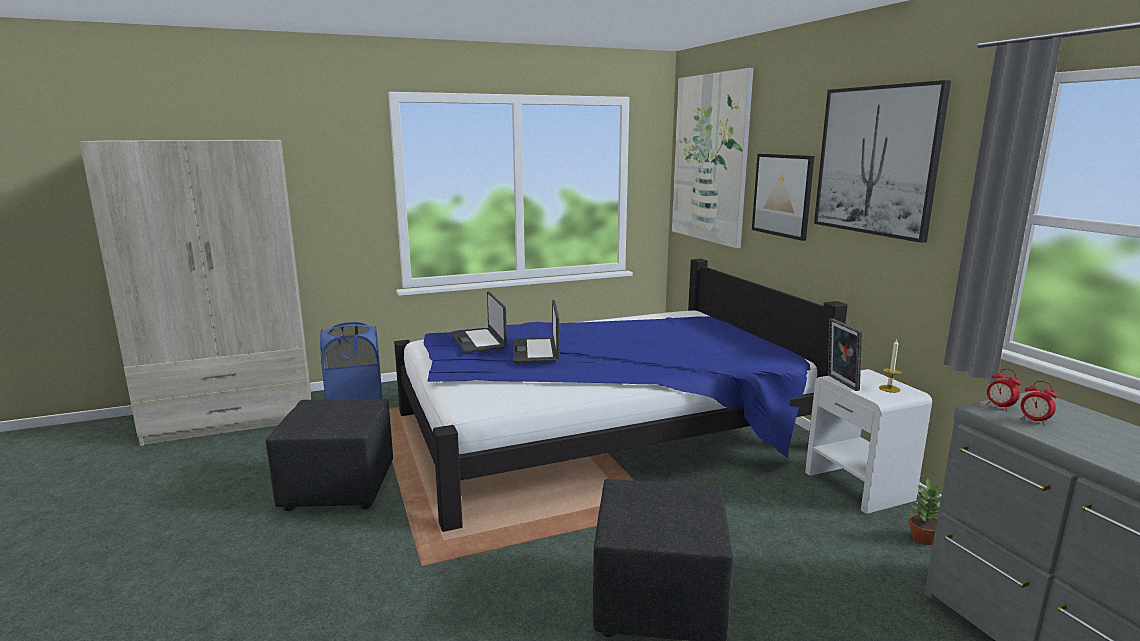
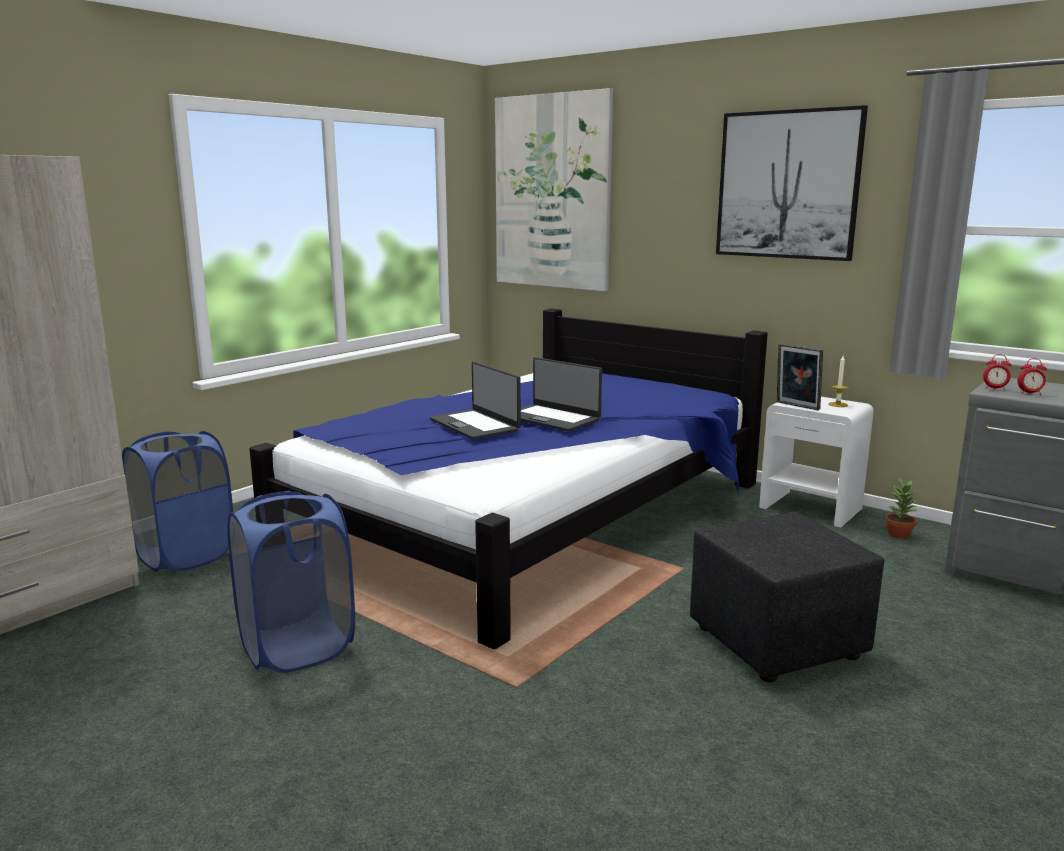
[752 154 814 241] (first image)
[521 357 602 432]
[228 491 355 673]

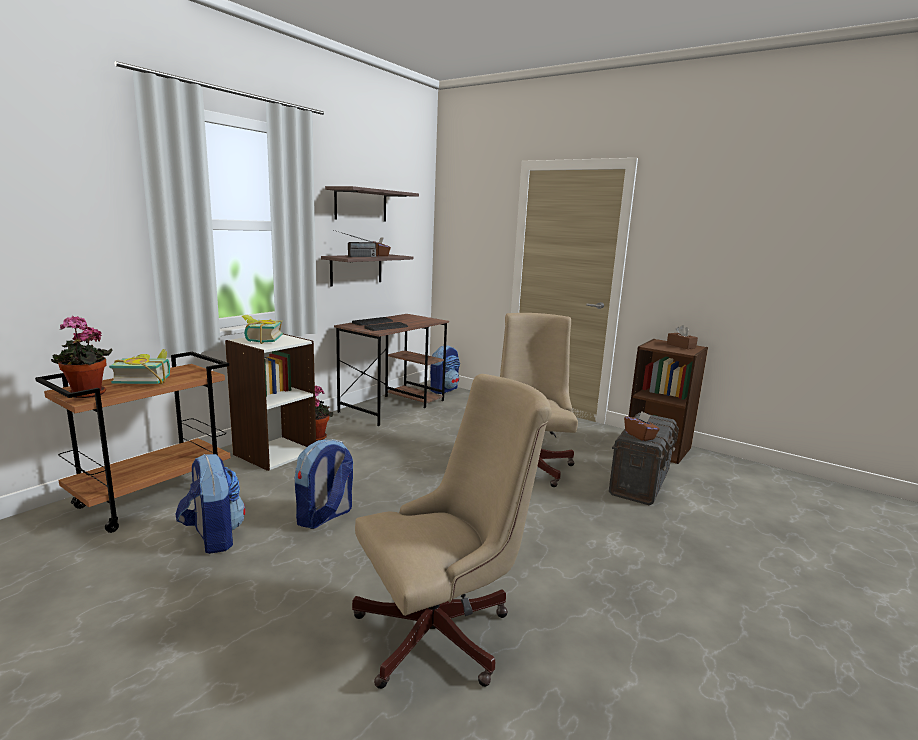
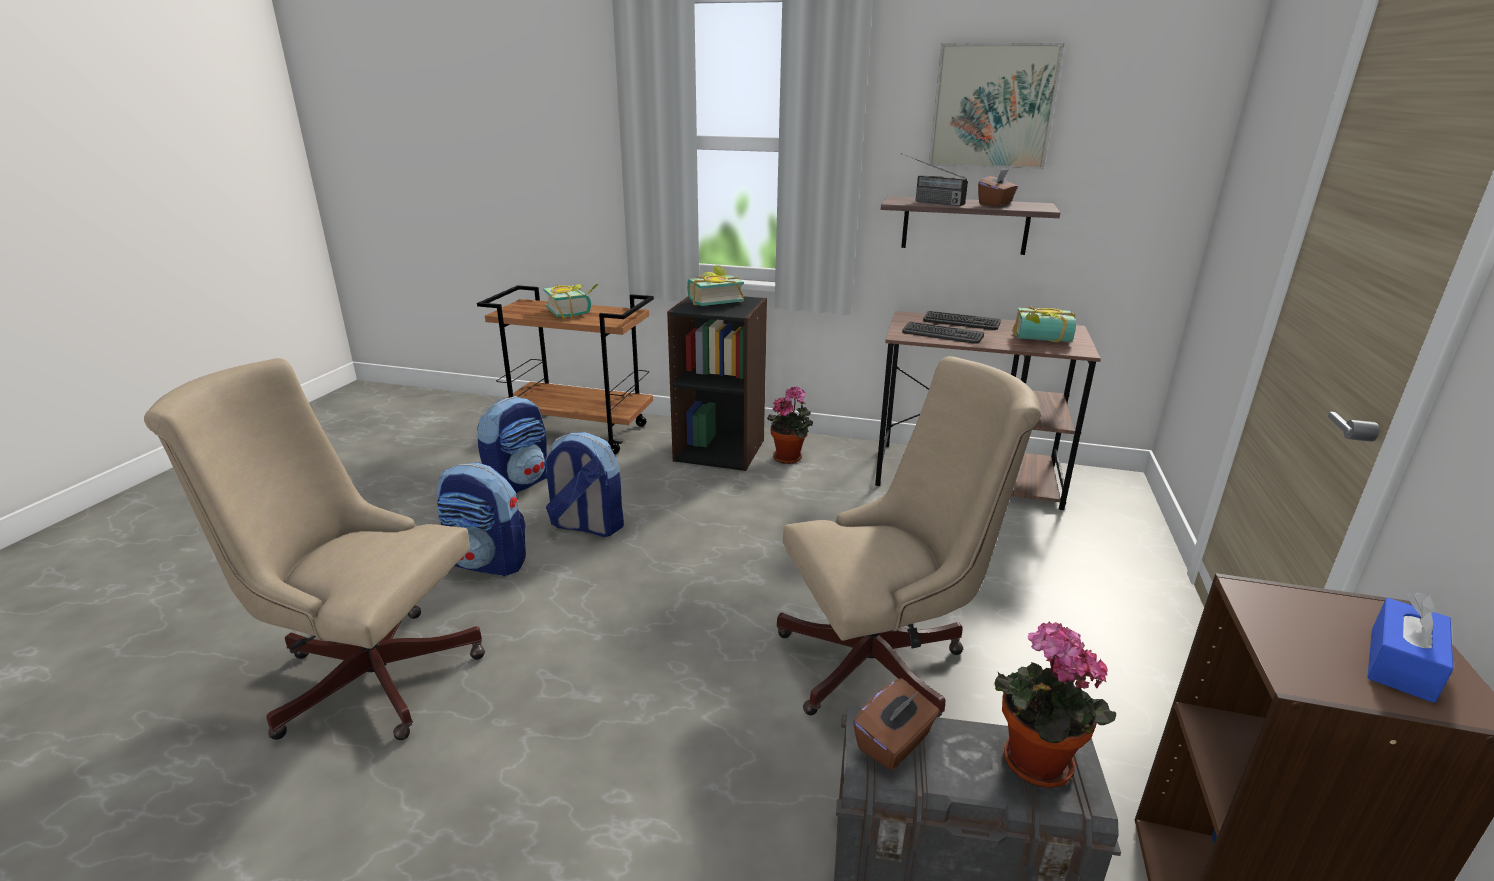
[1012 306 1076 343]
[994 621 1116 788]
[437 463 526 577]
[928 43 1065 170]
[667 296 767 471]
[1367 592 1453 703]
[144 358 485 740]

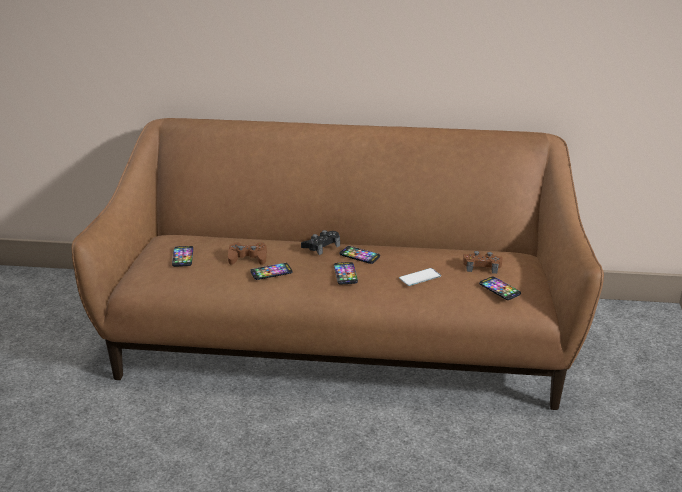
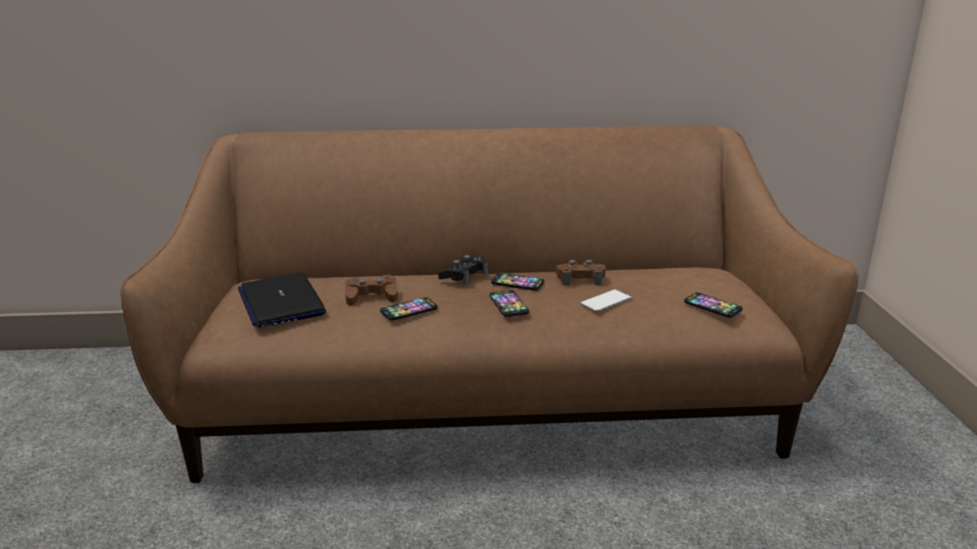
[555 260 606 286]
[238 272 326 328]

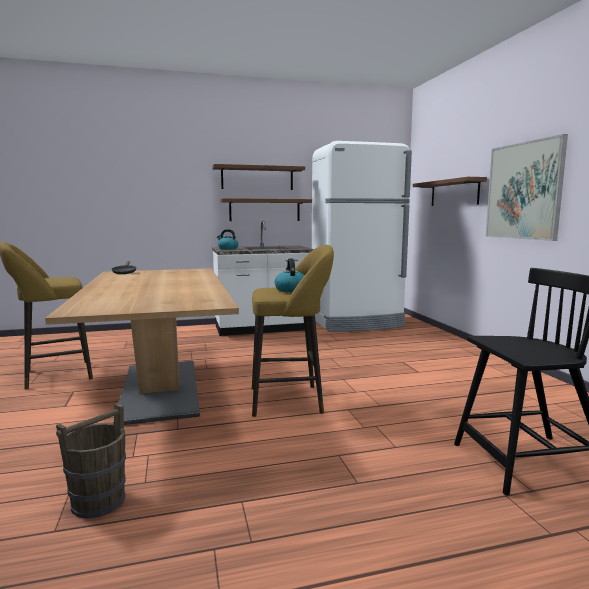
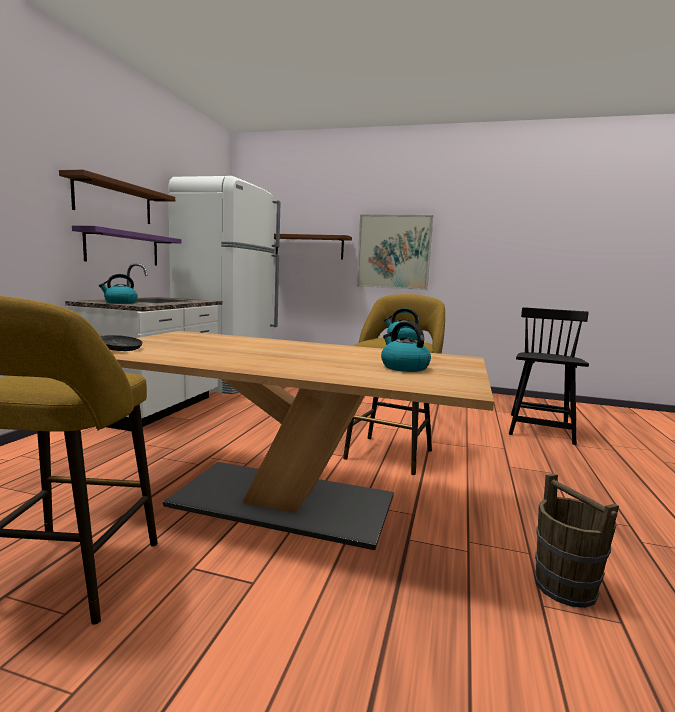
[381 321 431 372]
[72 225 182 265]

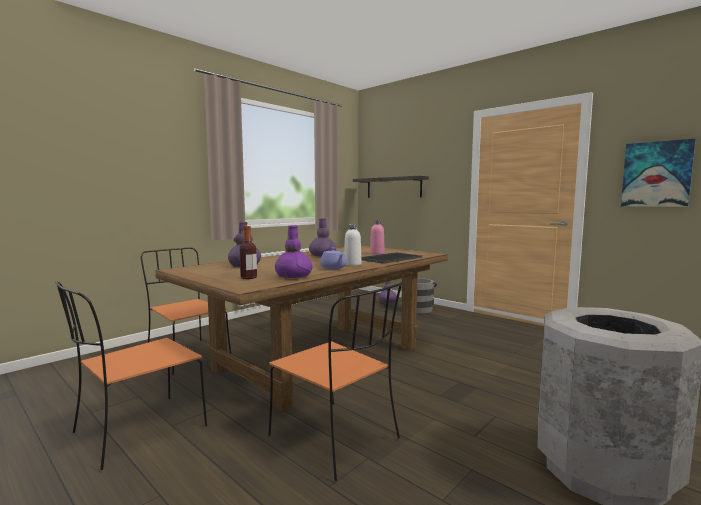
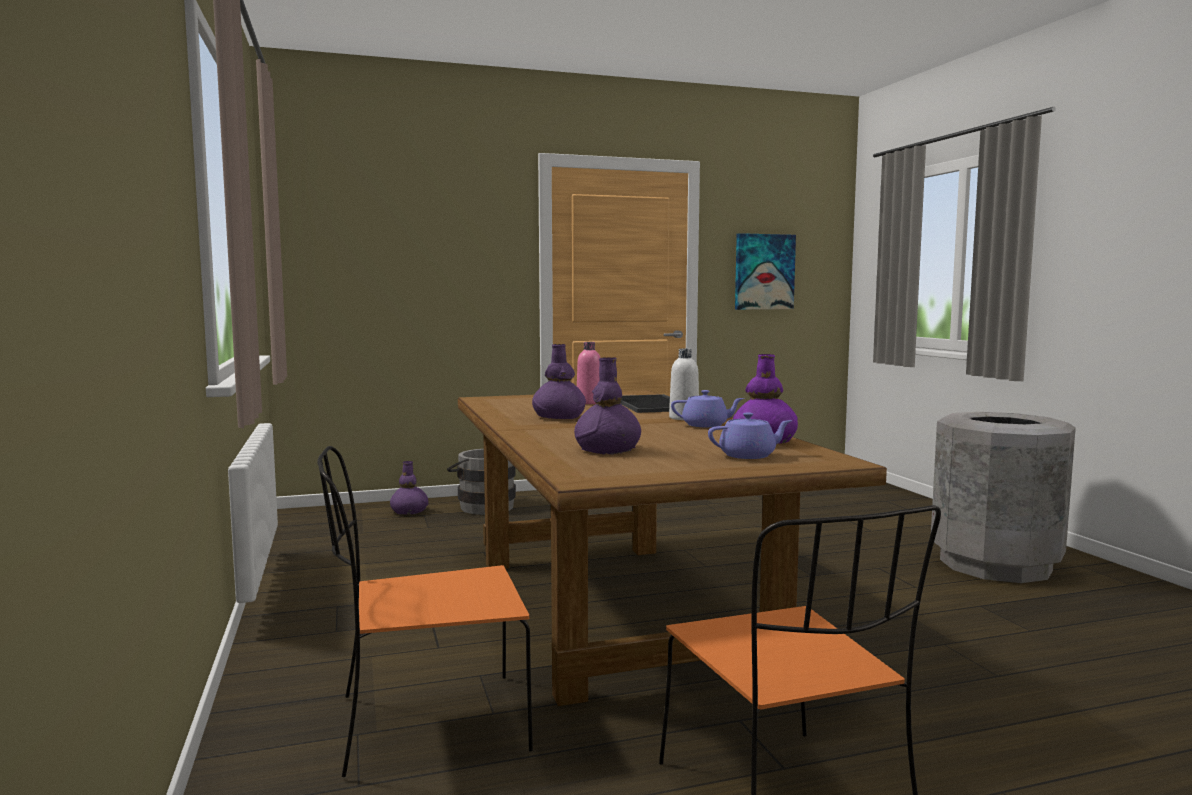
[268 283 401 481] (first image)
[353 176 429 198] (first image)
[708 412 792 459]

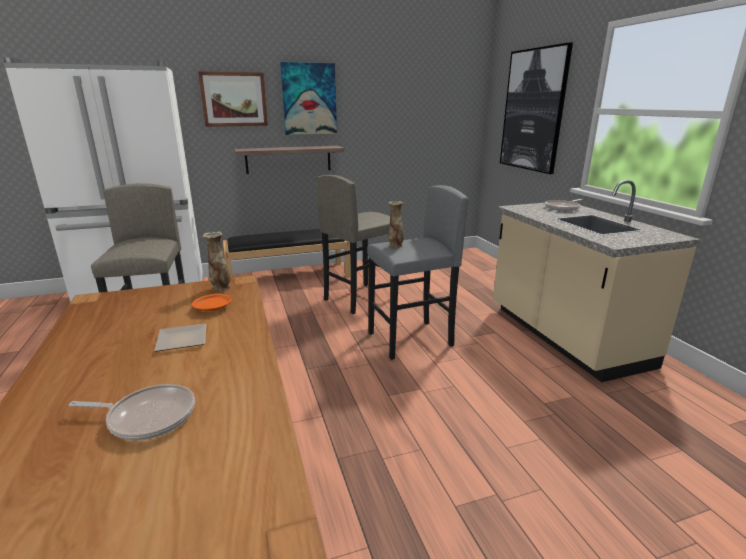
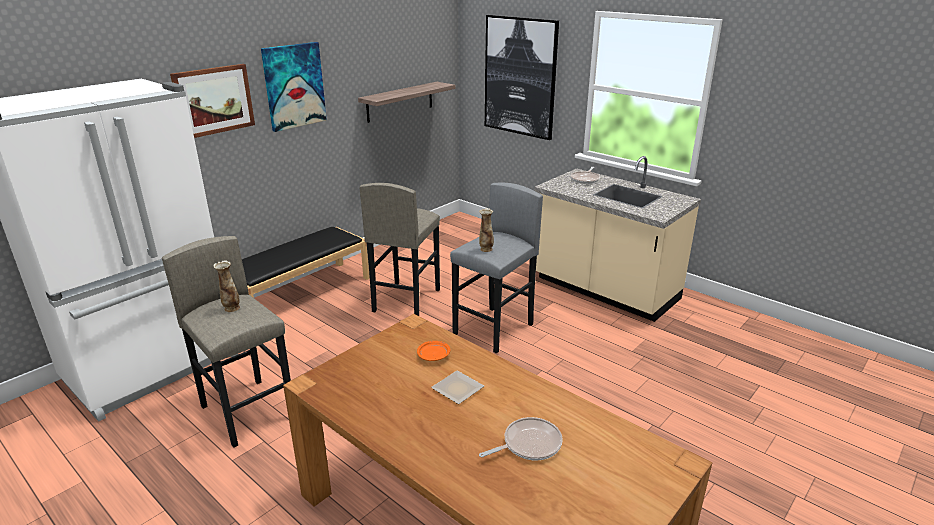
[213 260 240 312]
[358 82 455 123]

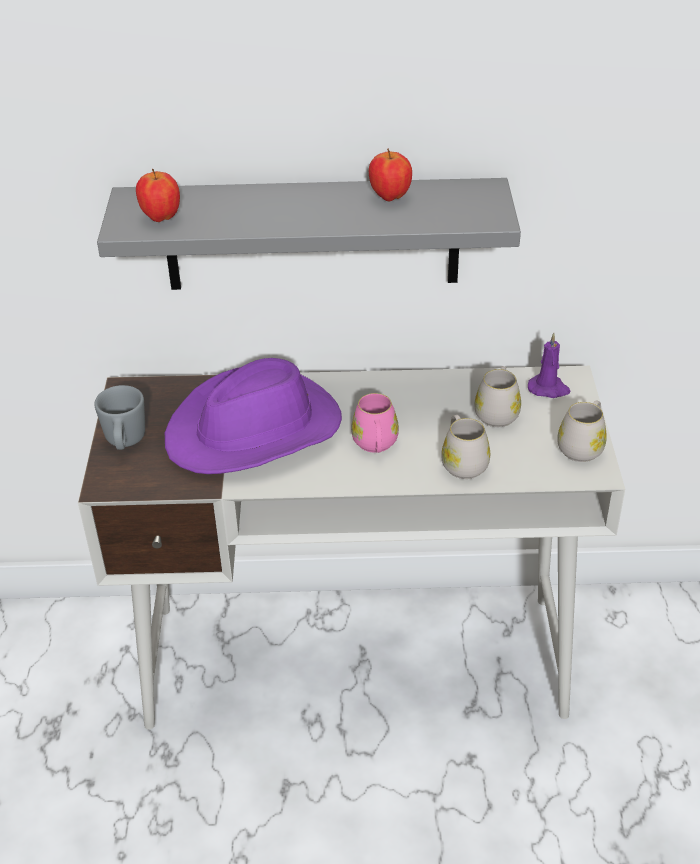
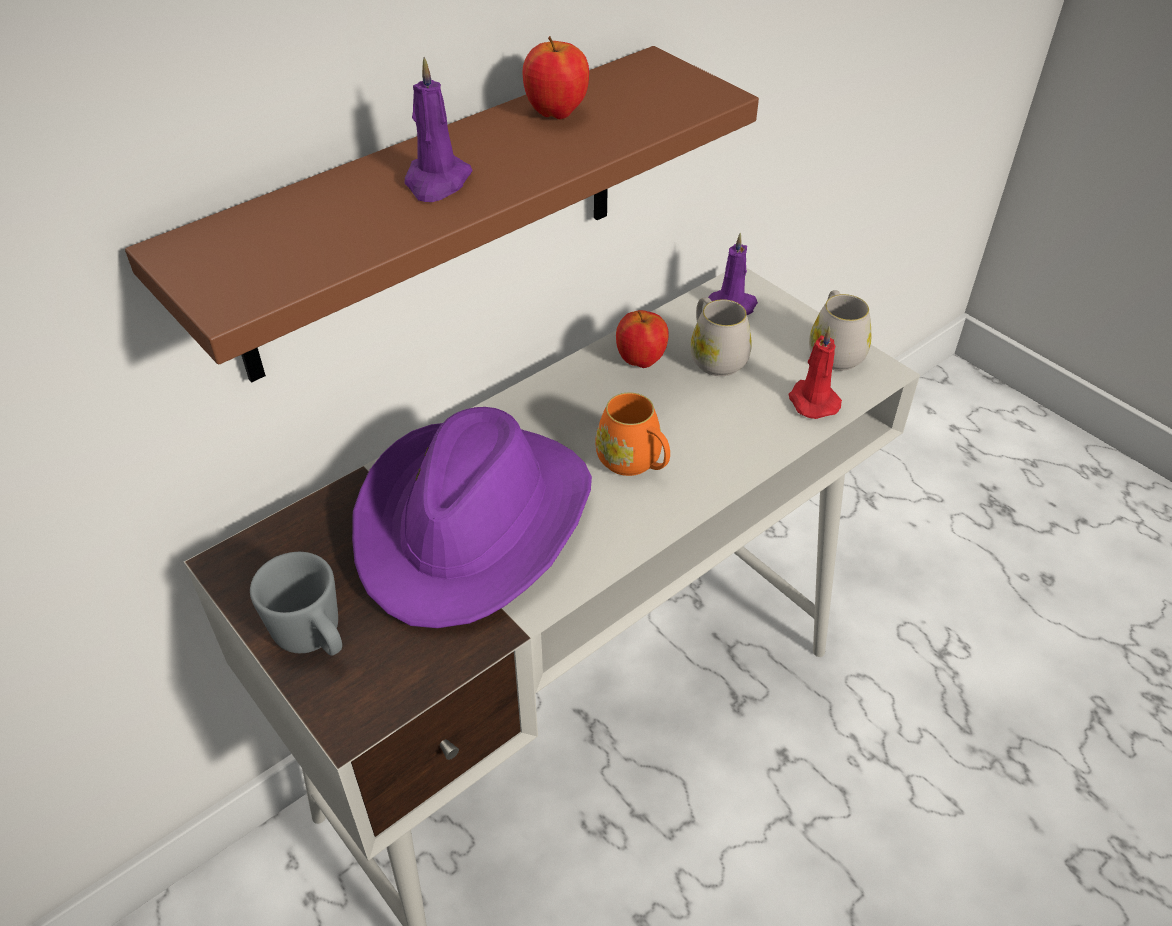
[441 415 490 479] (first image)
[405 57 473 202]
[789 326 842 419]
[616 310 669 368]
[125 46 759 382]
[595 392 670 476]

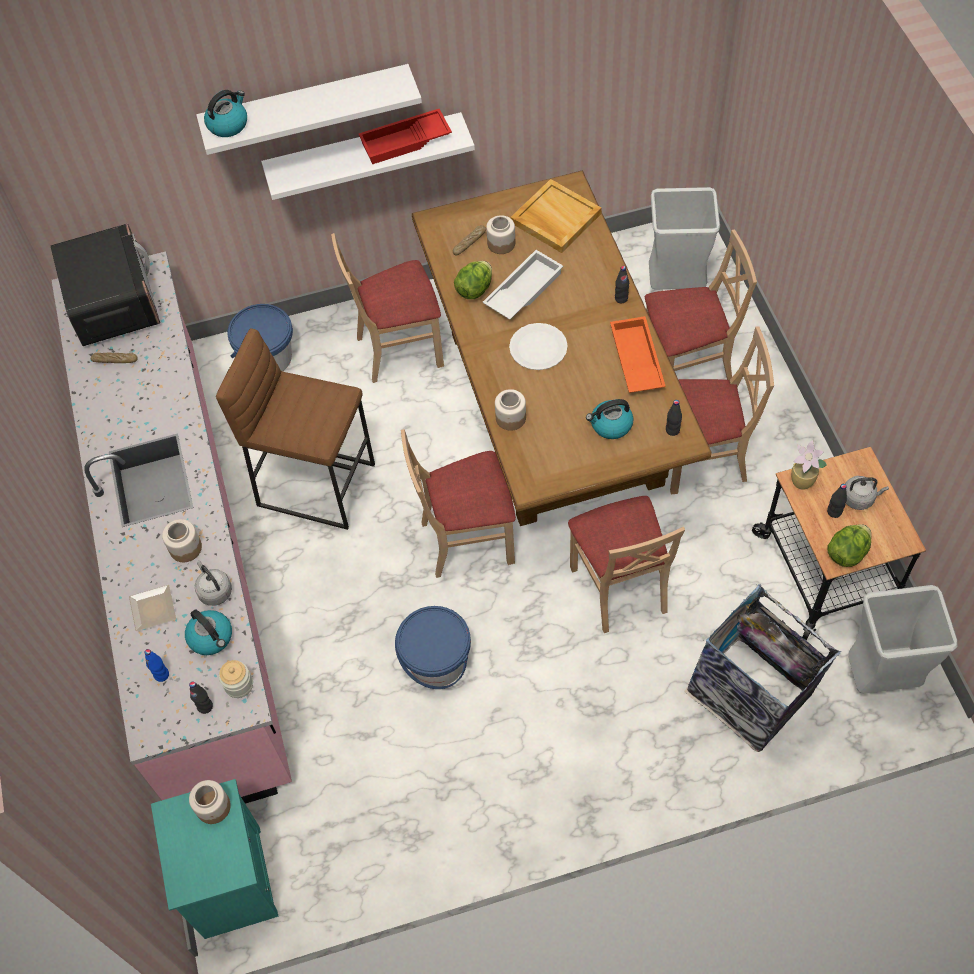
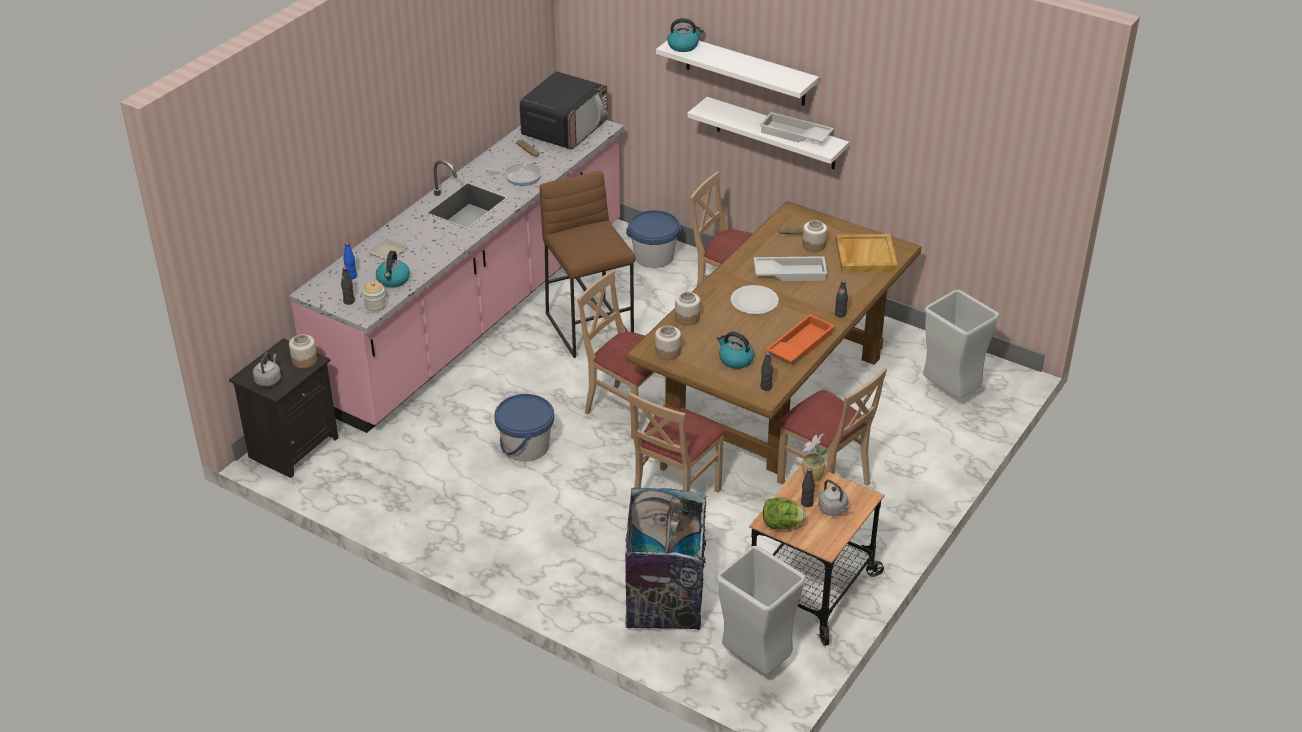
[454 261 492 299] (first image)
[645 229 757 381] (first image)
[486 163 542 186]
[655 326 681 360]
[253 352 281 387]
[229 338 338 478]
[759 112 834 143]

